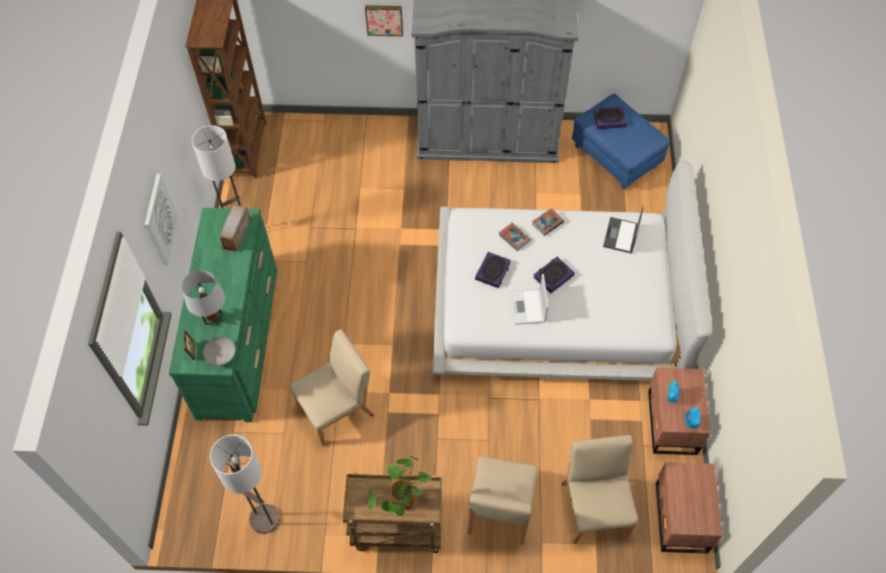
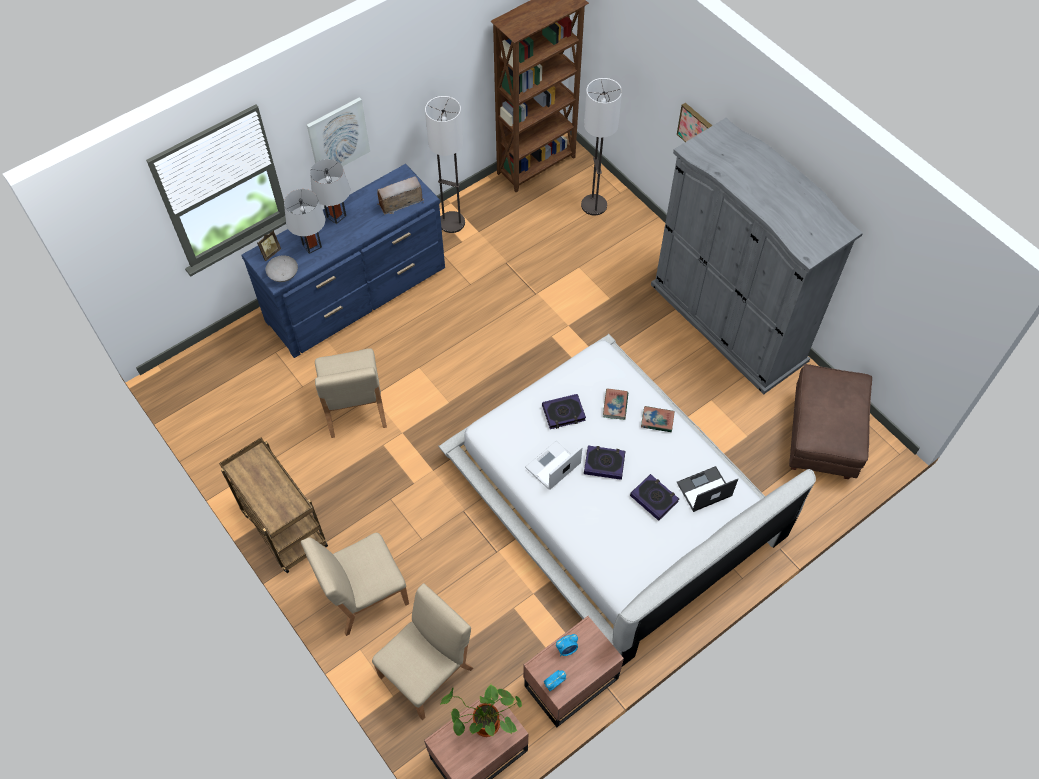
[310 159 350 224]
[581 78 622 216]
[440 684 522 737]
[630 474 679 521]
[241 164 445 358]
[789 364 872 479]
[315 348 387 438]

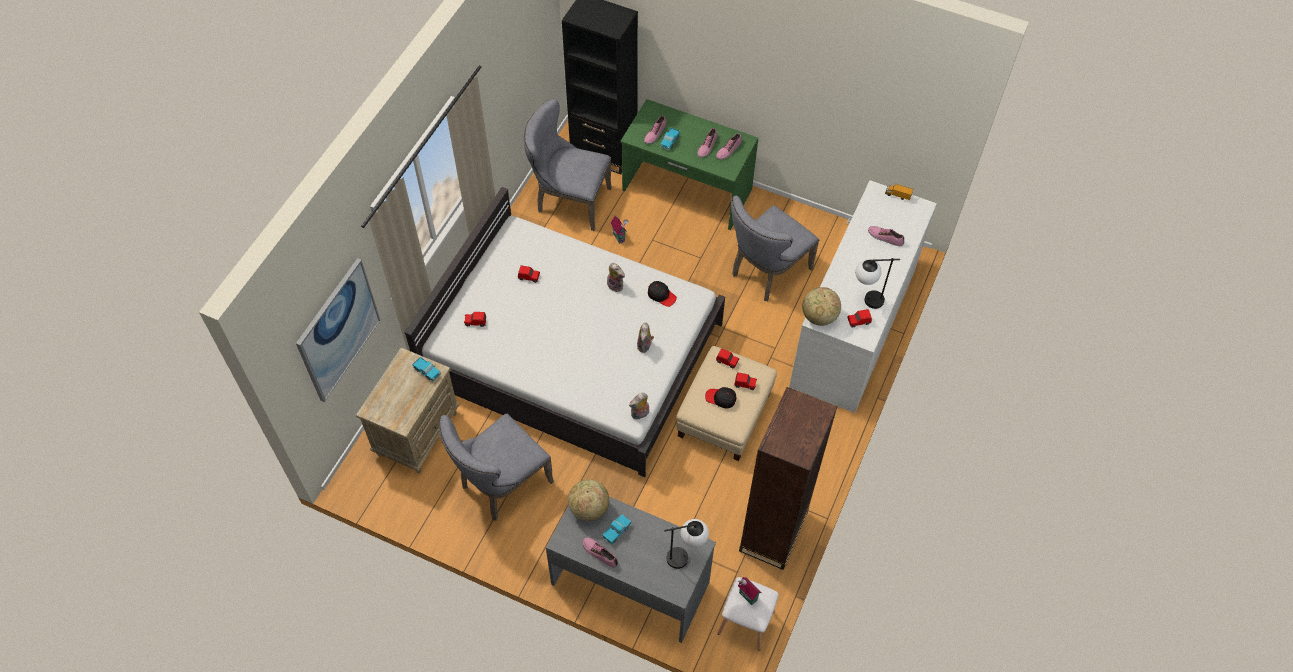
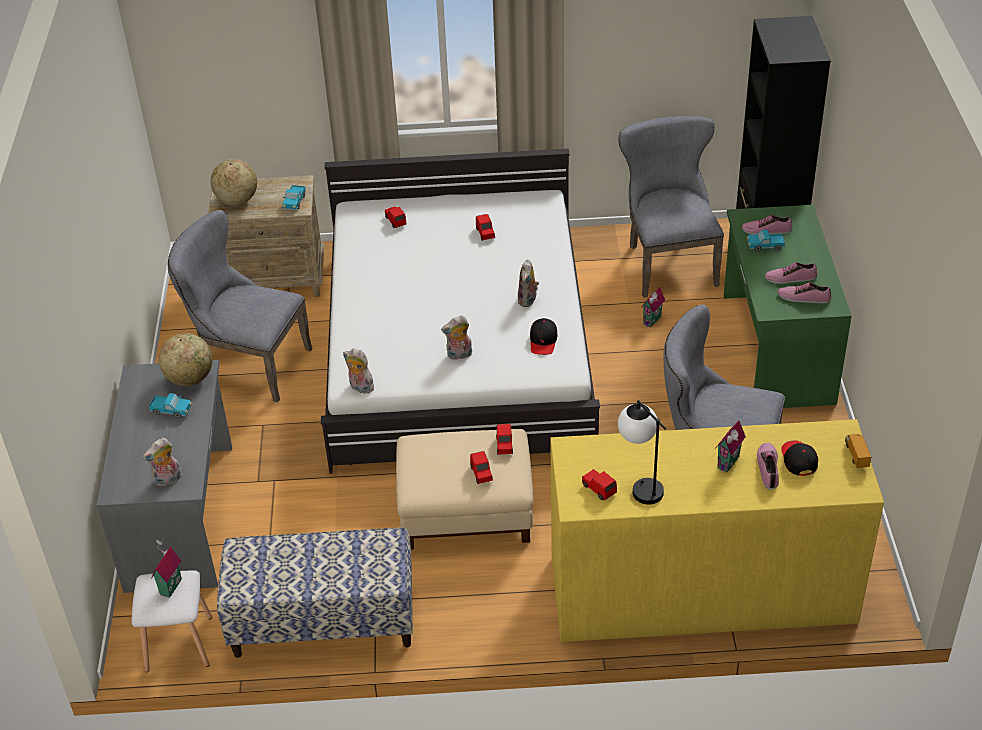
[296 258 381 402] (first image)
[583 537 618 568] (first image)
[715 421 746 472]
[781 441 818 476]
[211 159 257 205]
[142 438 181 486]
[217 528 413 658]
[550 419 884 642]

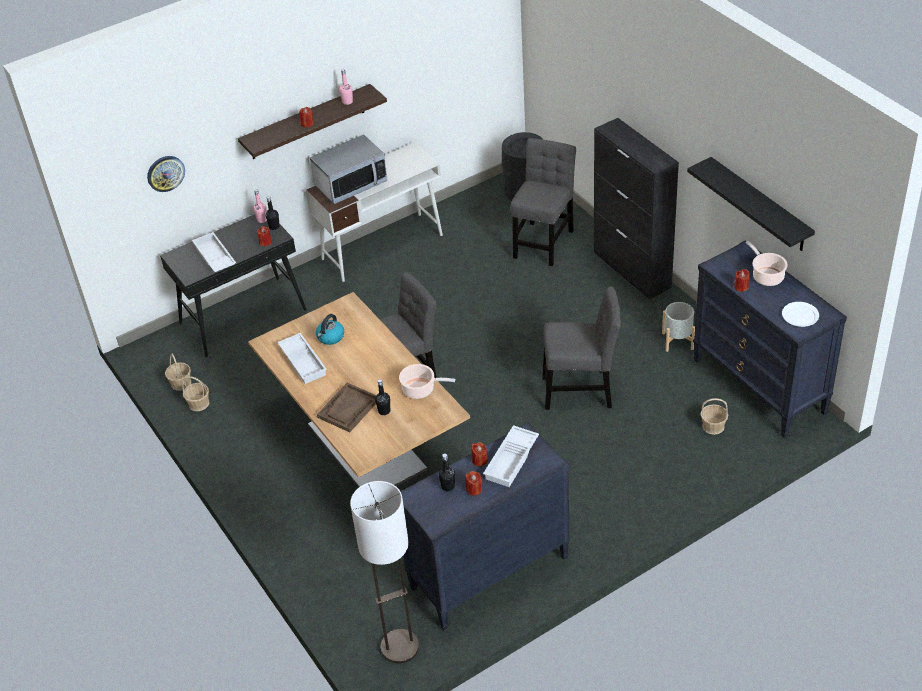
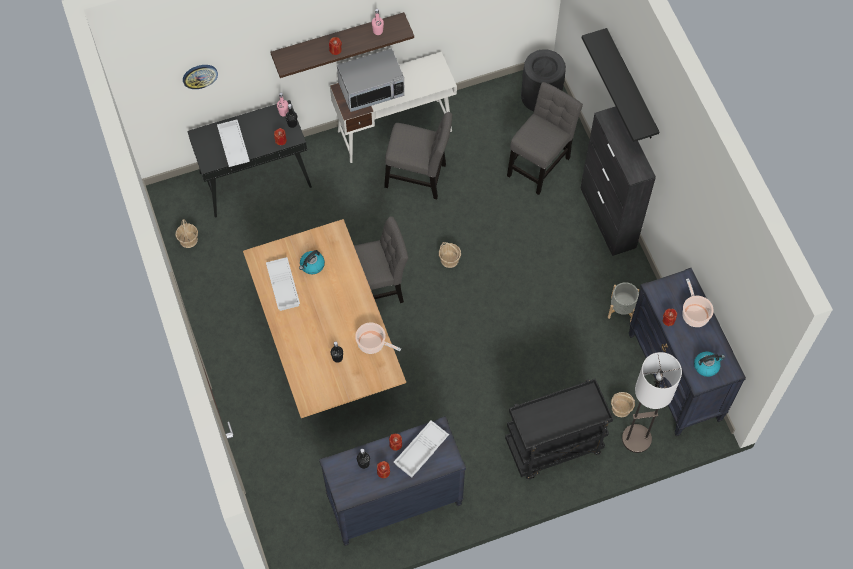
[317 383 376 432] (first image)
[505 379 613 479]
[439 242 461 268]
[622 352 682 453]
[384 112 452 200]
[582 28 660 142]
[694 351 725 377]

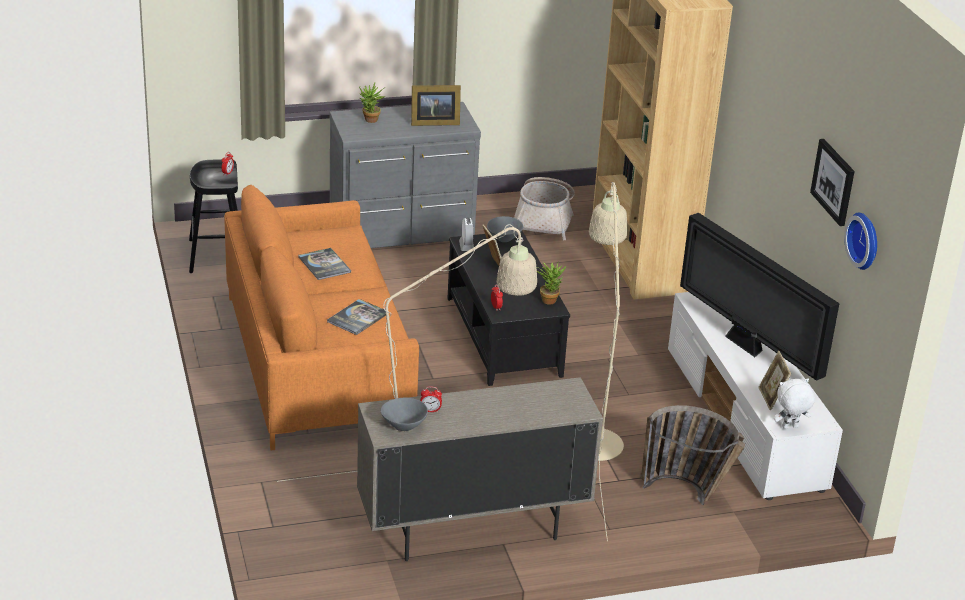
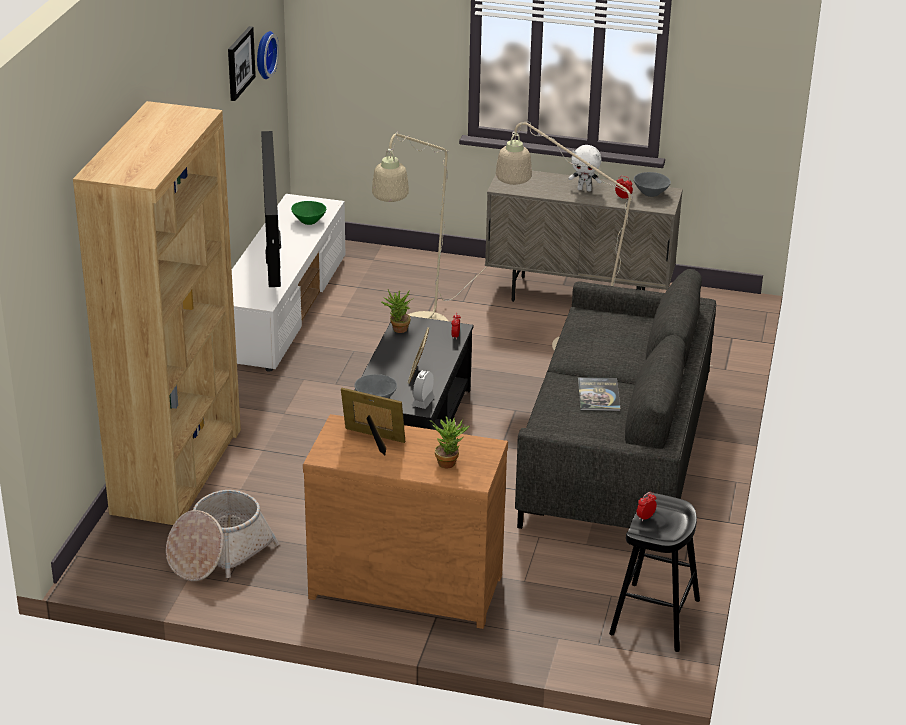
[327 299 389 335] (first image)
[641 405 745 505] (first image)
[569 145 602 191]
[291 201 326 225]
[515 269 716 529]
[303 414 508 629]

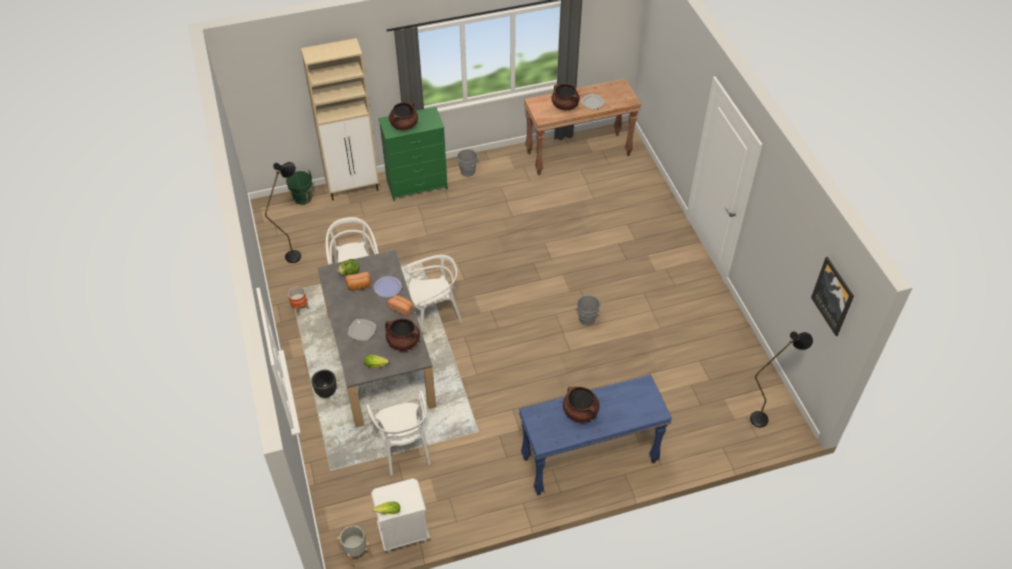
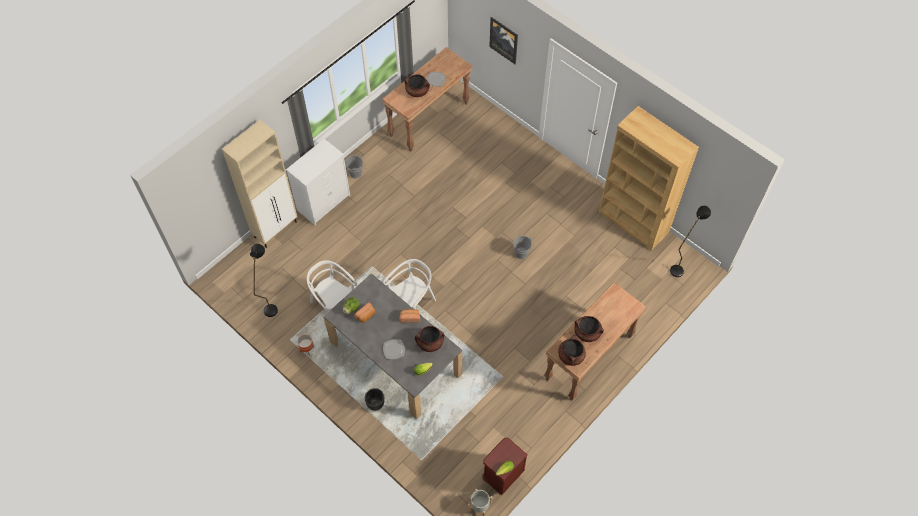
[286 170 313 205] (first image)
[366 390 431 475] (first image)
[374 276 402 298] (first image)
[599 106 699 251]
[558 335 586 366]
[489 17 518 64]
[482 438 527 496]
[286 139 350 226]
[544 282 646 401]

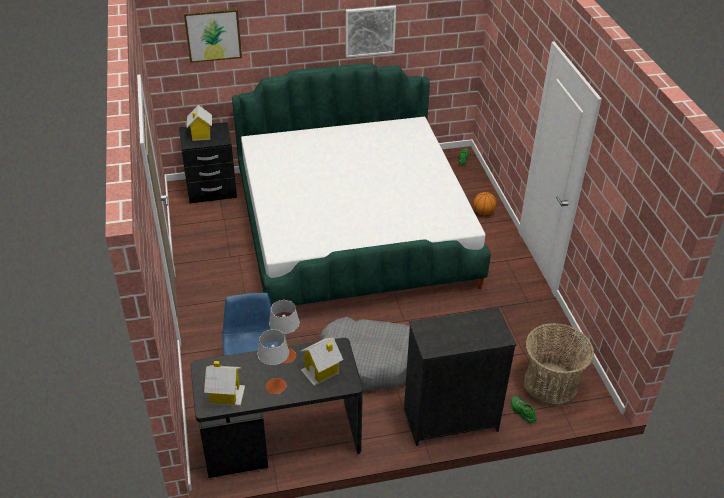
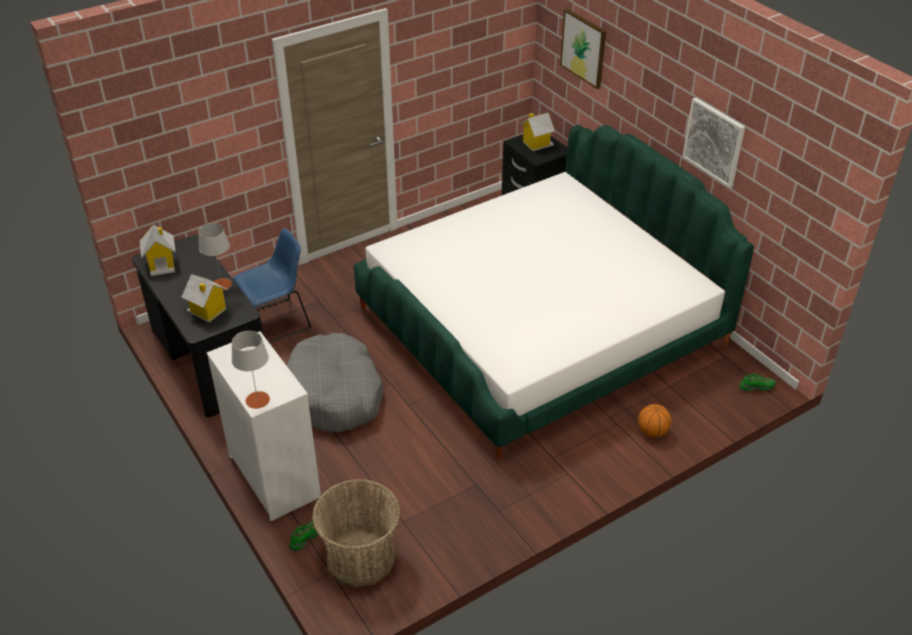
[231 331 270 409]
[207 332 321 521]

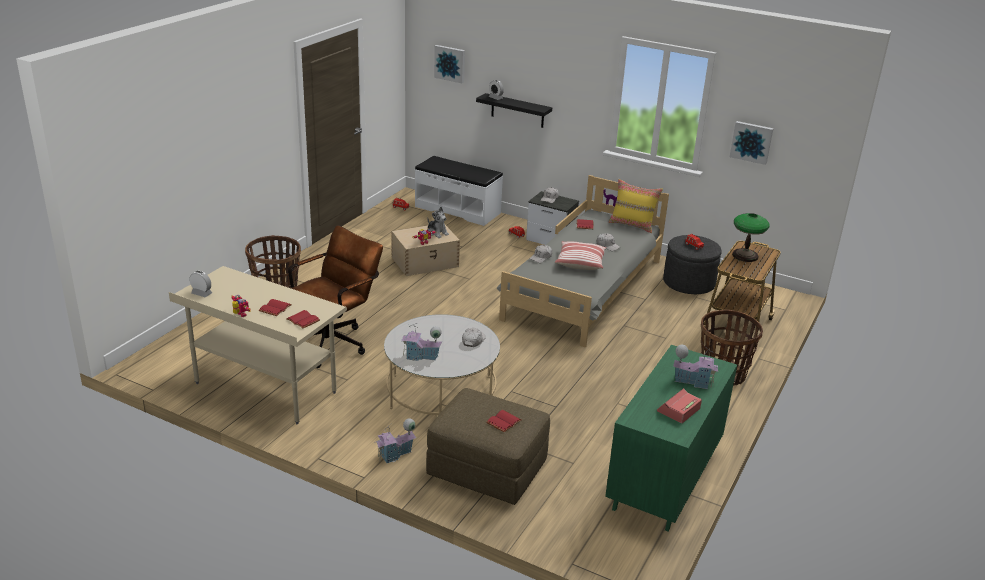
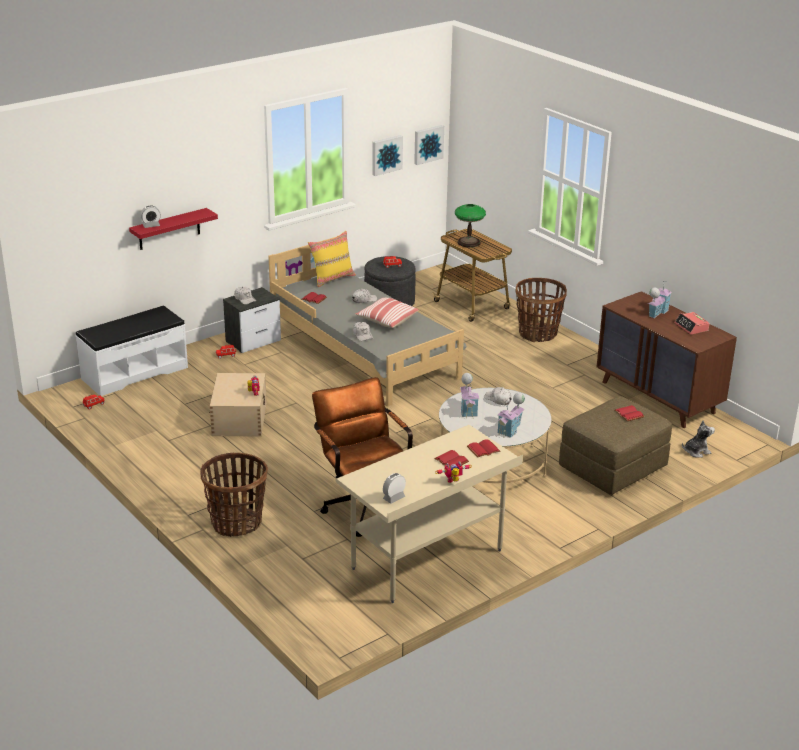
[460 373 480 418]
[682 420 715 458]
[414 125 444 165]
[129 208 218 250]
[596 291 737 428]

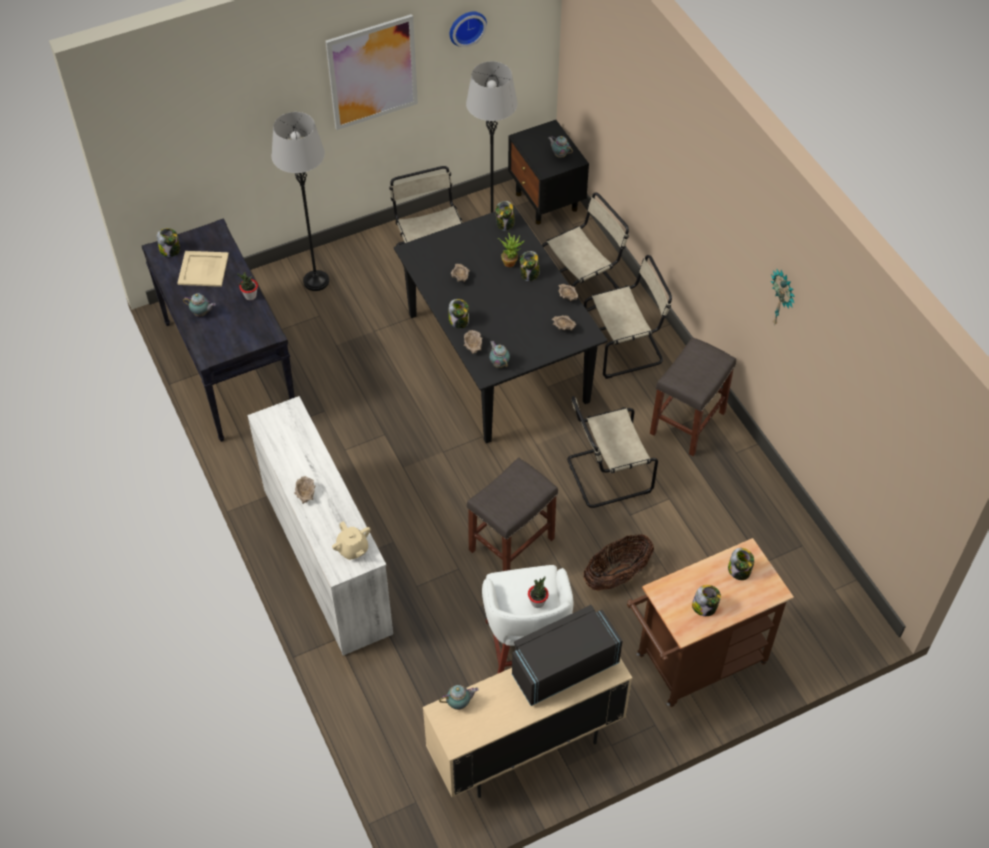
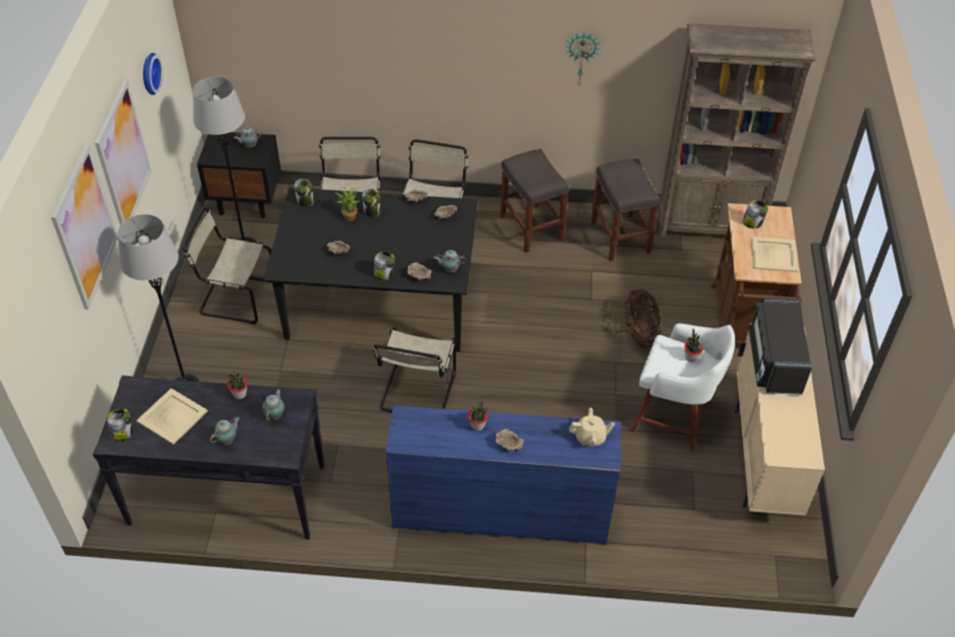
[51 145 118 310]
[468 401 488 431]
[658 23 816 237]
[262 389 285 421]
[591 159 660 261]
[373 327 456 413]
[751 237 798 272]
[386 405 621 545]

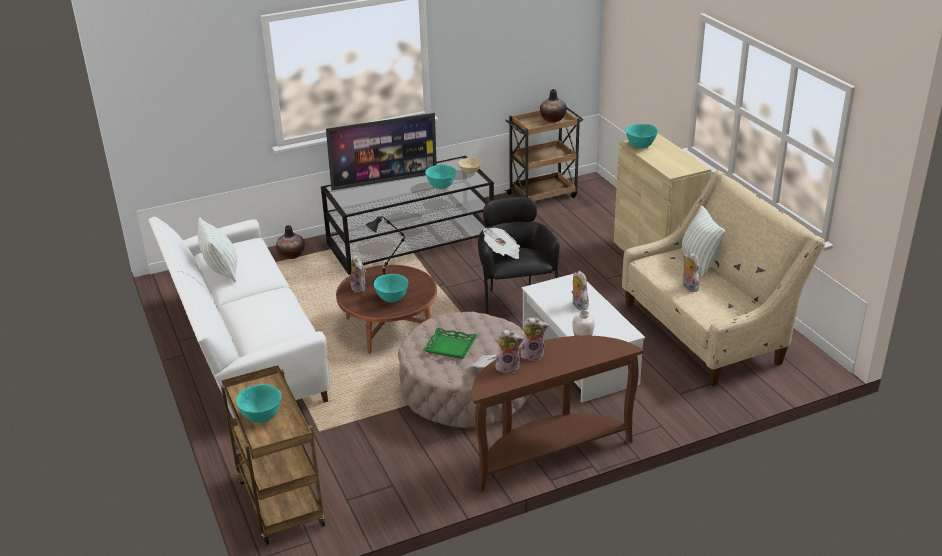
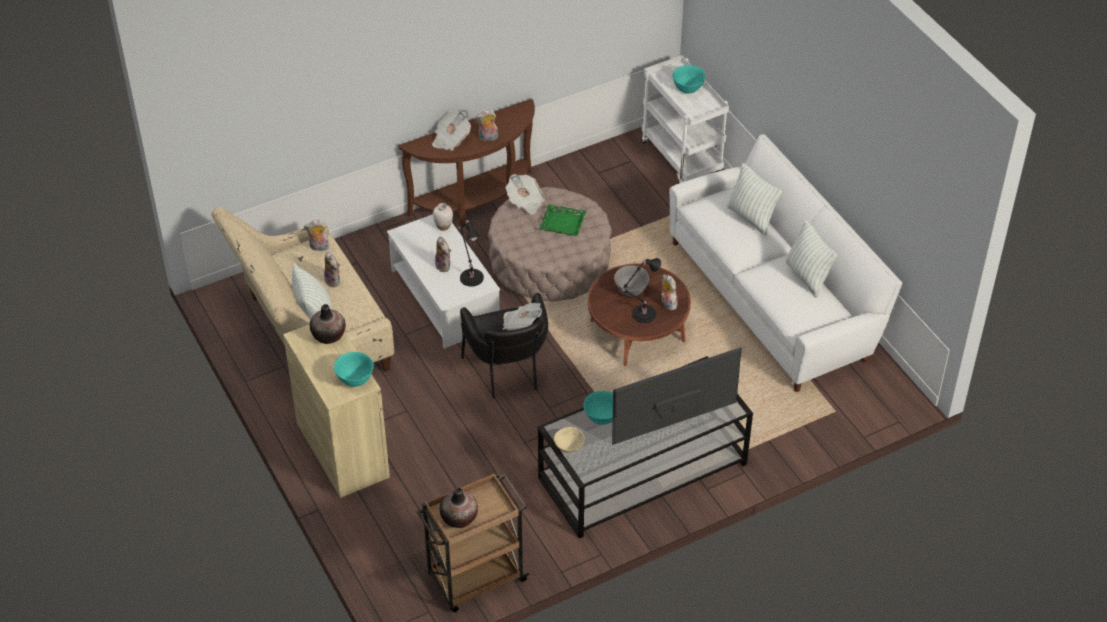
[432 111 471 151]
[458 220 484 287]
[727 163 782 236]
[310 304 346 344]
[304 220 330 251]
[641 55 729 183]
[614 265 649 297]

